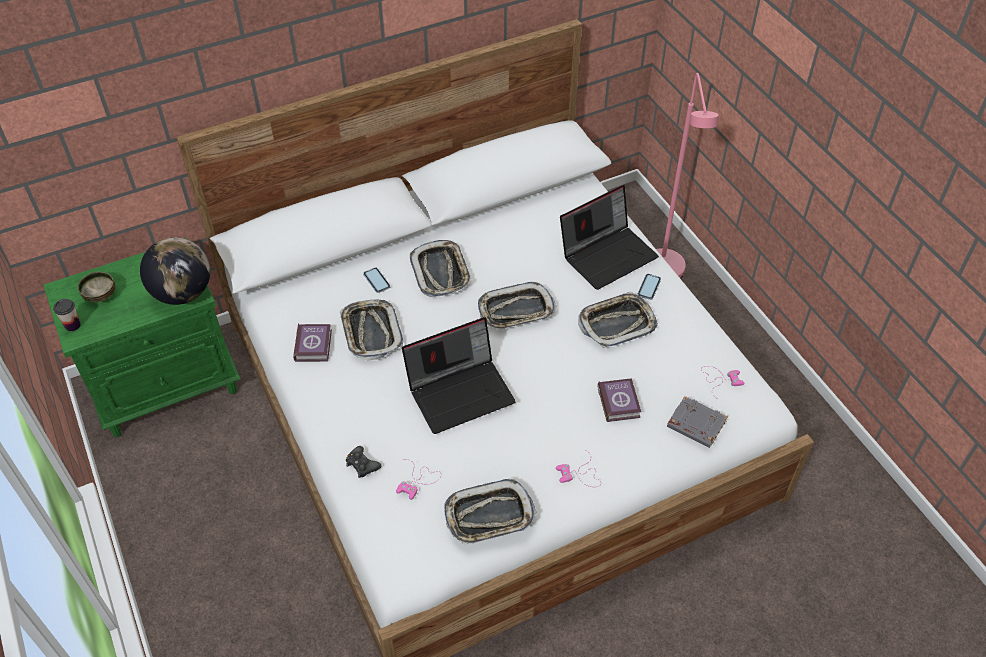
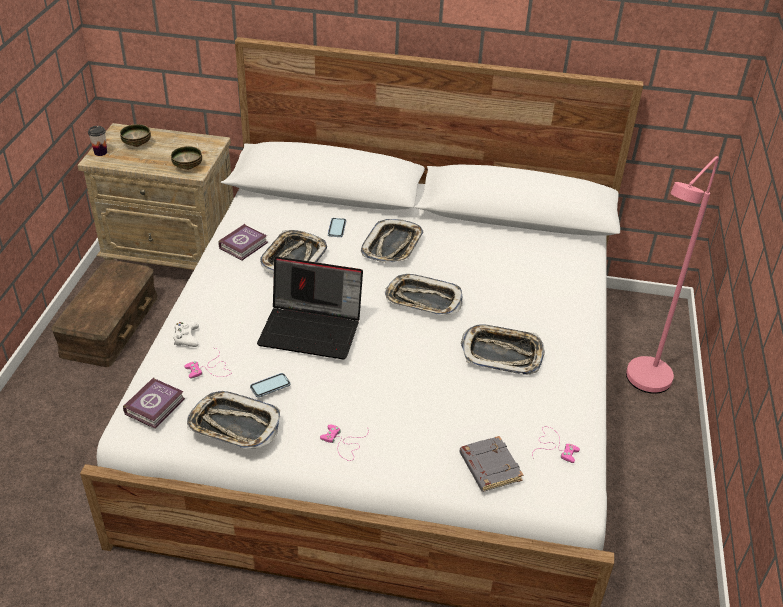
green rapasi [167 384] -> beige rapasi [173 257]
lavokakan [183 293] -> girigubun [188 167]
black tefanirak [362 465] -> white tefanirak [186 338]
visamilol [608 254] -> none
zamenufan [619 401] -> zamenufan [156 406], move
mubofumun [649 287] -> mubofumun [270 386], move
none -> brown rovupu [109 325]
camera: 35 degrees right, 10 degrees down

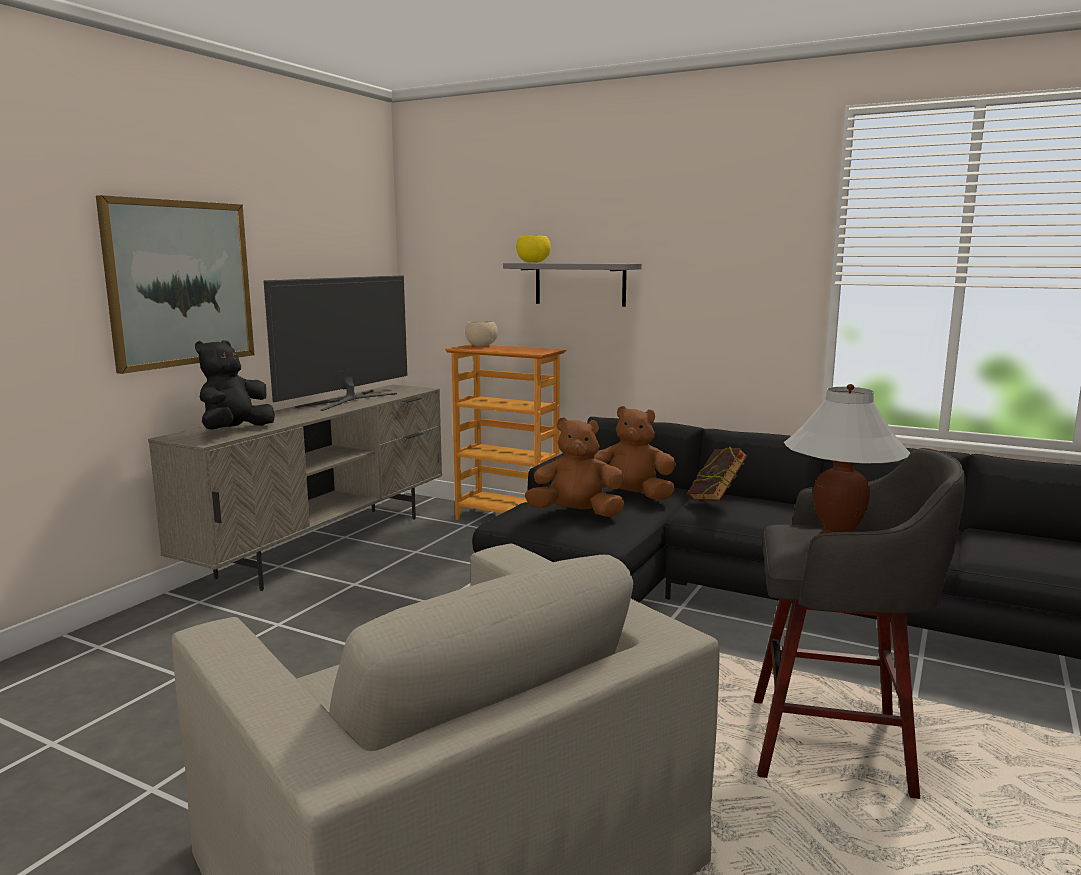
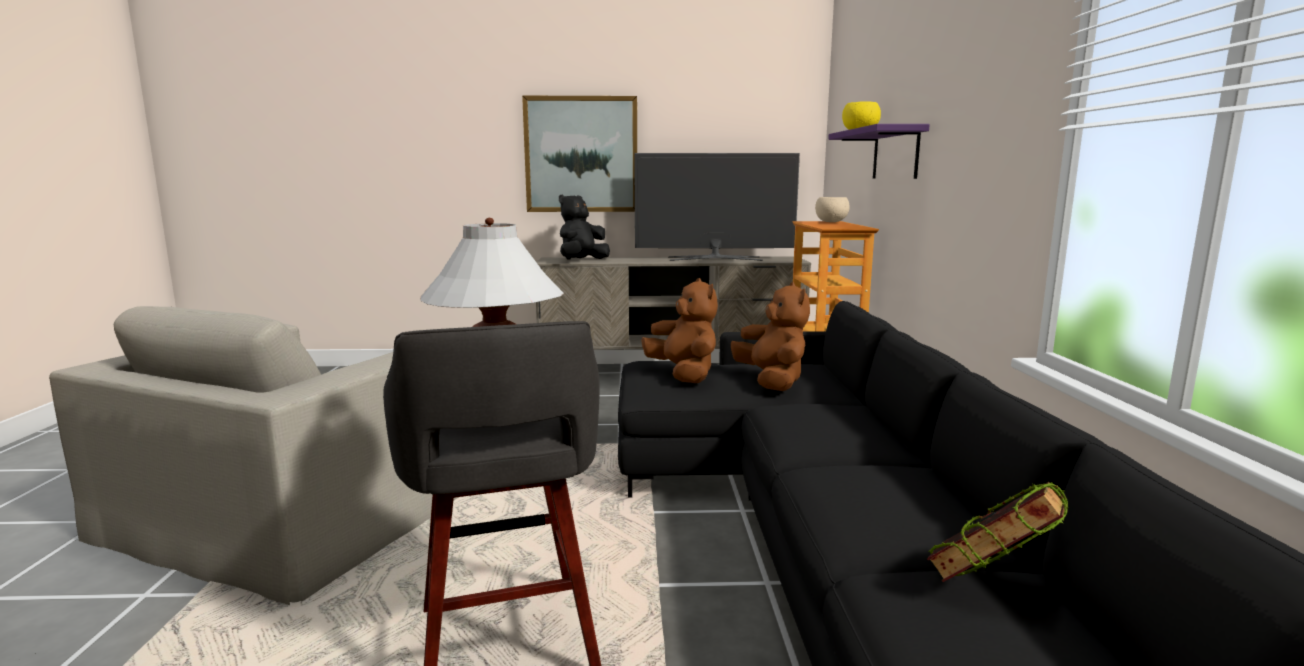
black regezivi [235 431] -> black regezivi [582 260], 45 degrees counterclockwise
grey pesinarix [580 284] -> purple pesinarix [895 154]
zamenufan [715 501] -> zamenufan [990 587], move
camera: 60 degrees right, 0 degrees up

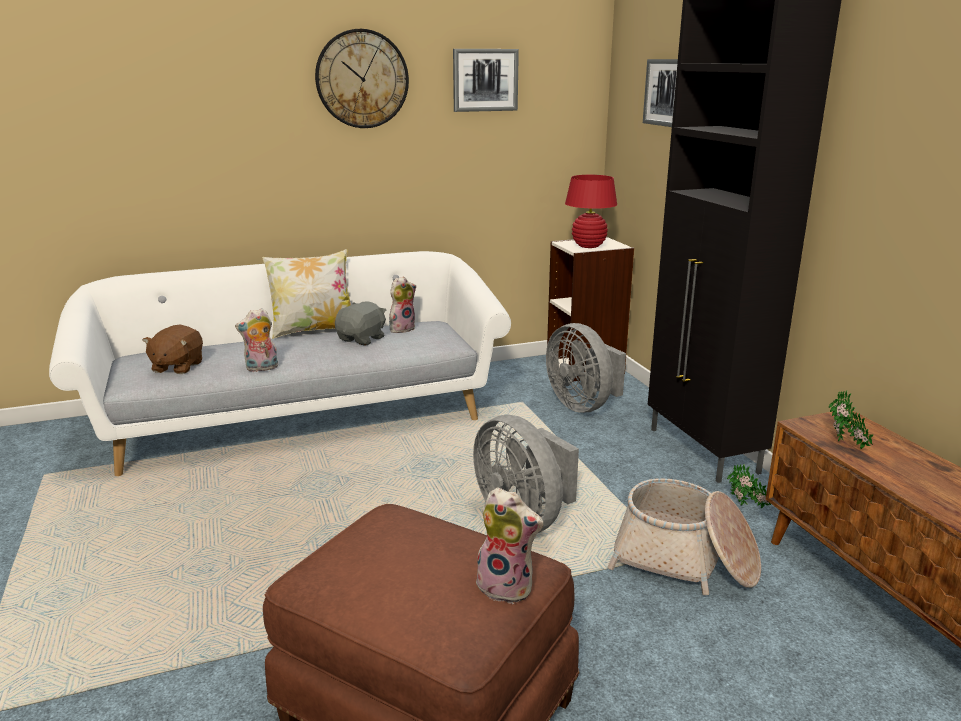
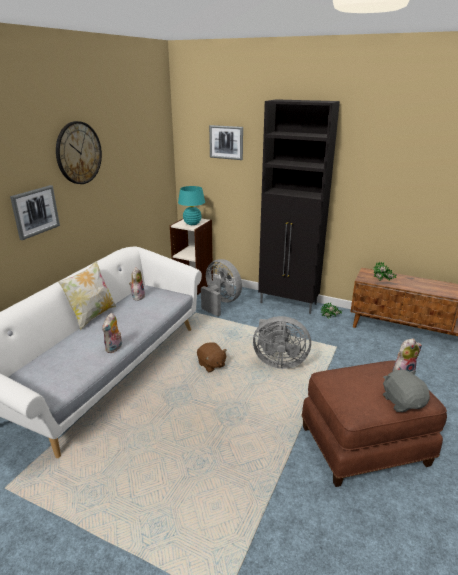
brown regezivi [177 367] -> brown regezivi [211 365], move
grey regezivi [362 339] -> grey regezivi [402 402], move
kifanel [485 80] -> kifanel [35 211], move
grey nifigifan [583 405] -> grey nifigifan [220 303], 150 degrees counterclockwise
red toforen [588 246] -> turquoise toforen [192 223]
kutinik [685 560] -> none
camera: 45 degrees left, 5 degrees up

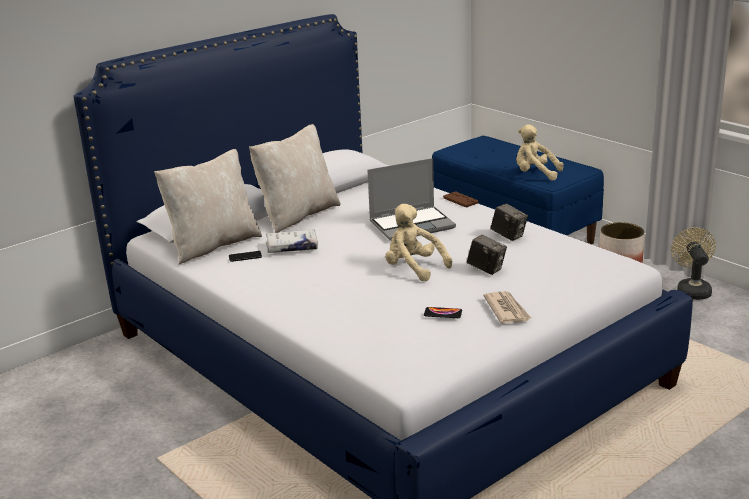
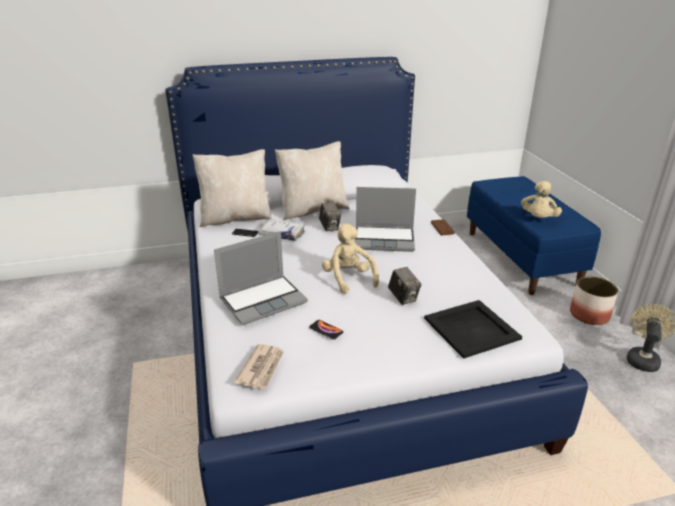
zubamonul [507 310] -> zubamonul [262 368], move
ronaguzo [508 236] -> ronaguzo [329 227], move
beige regezivi [535 174] -> beige regezivi [538 219], 120 degrees counterclockwise
none -> visamilol [263 300]
none -> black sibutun [472 328]
camera: 25 degrees right, 5 degrees up

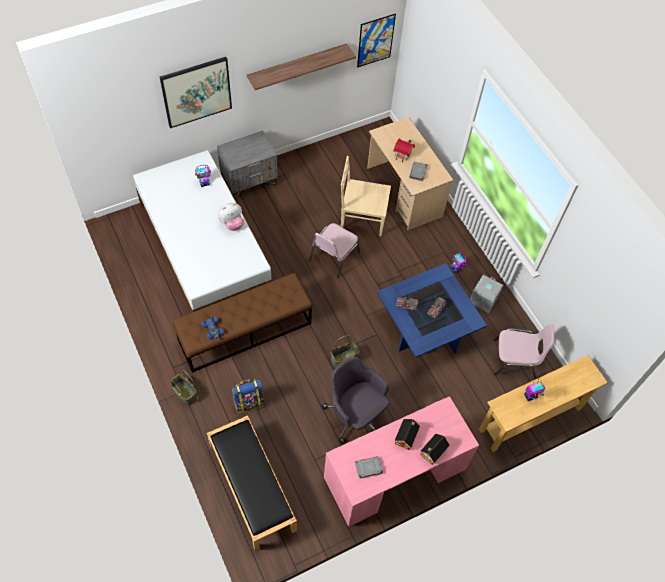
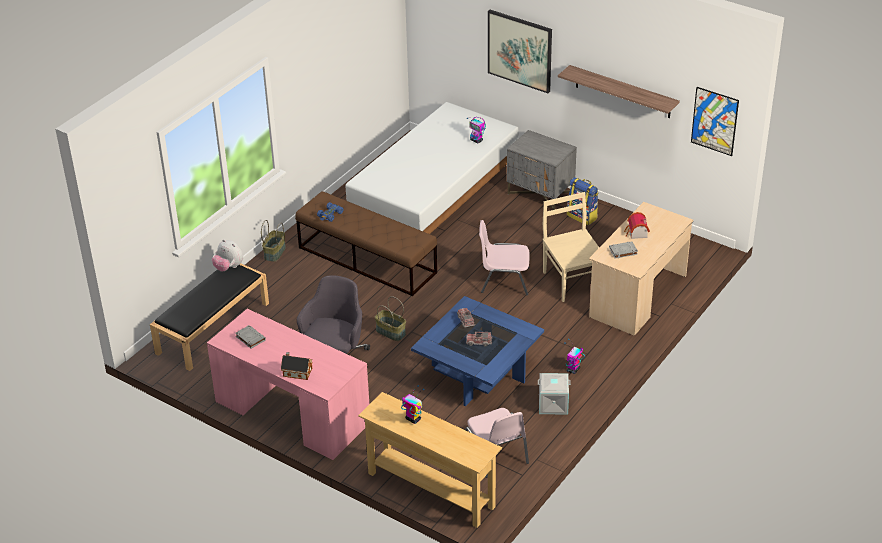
regezivi [232 224] -> regezivi [228 267], move
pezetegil [249 402] -> pezetegil [582 216], move
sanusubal [406 436] -> none
camera: 65 degrees right, 20 degrees down

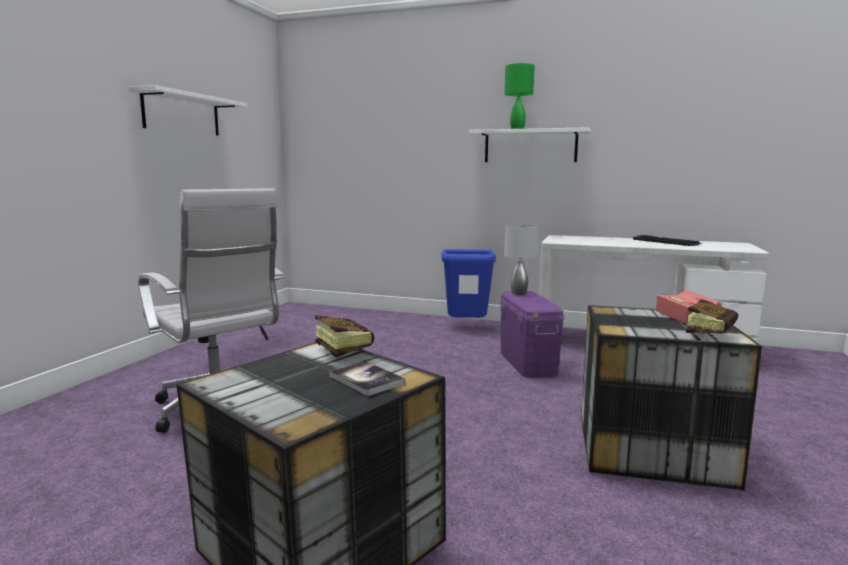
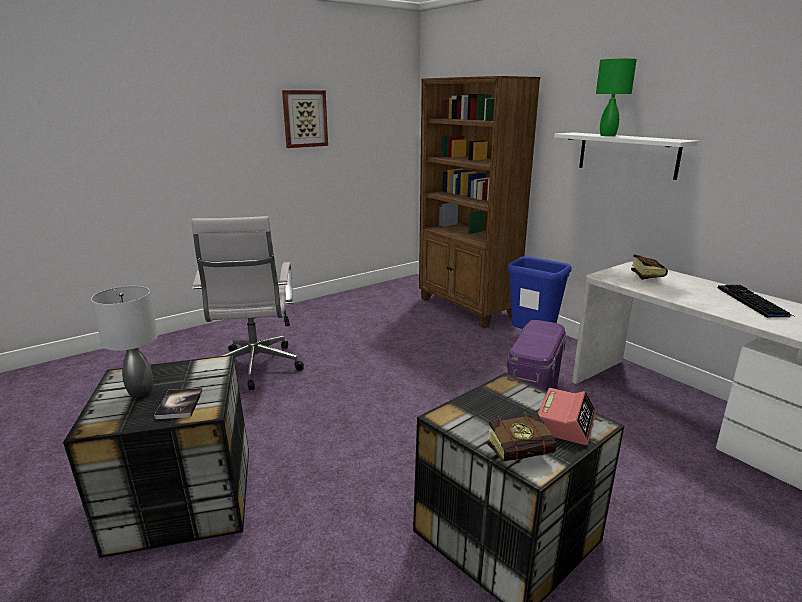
white pesinarix [182 114] -> kifanel [305 119]
zamenufan [340 350] -> zamenufan [645 276], move
grey toforen [519 293] -> grey toforen [141 392], move
none -> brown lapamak [467 308]
camera: 35 degrees right, 10 degrees up

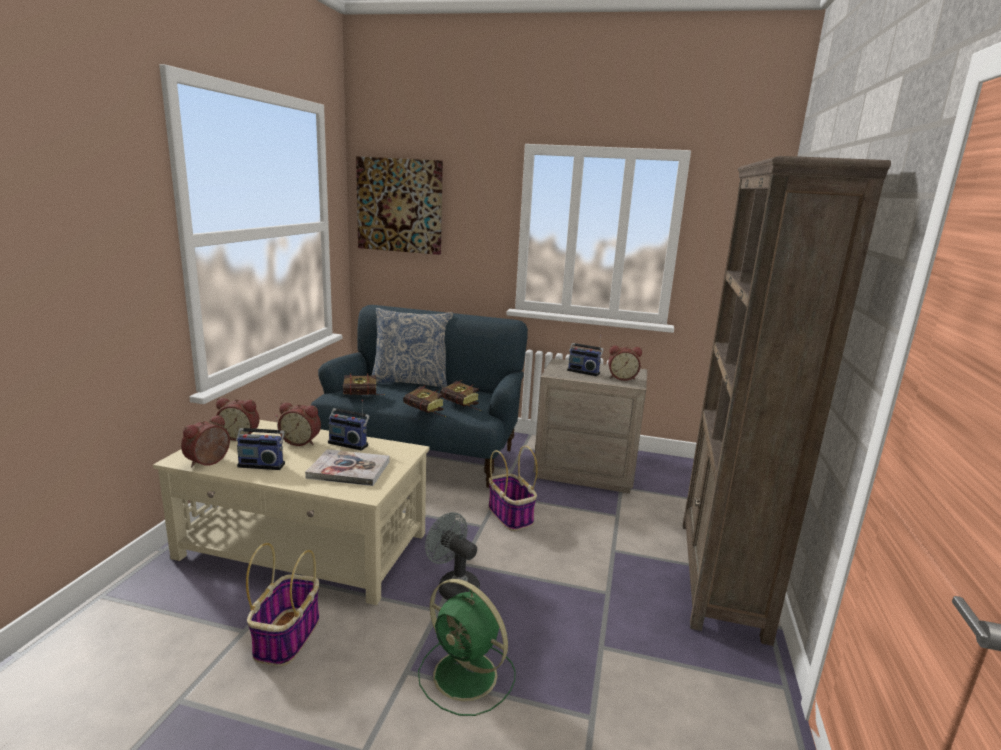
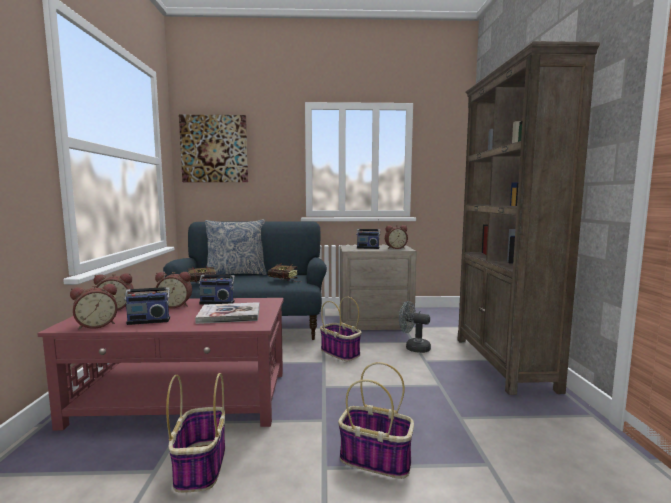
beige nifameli [305 546] -> red nifameli [184 398]
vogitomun [209 462] -> vogitomun [97 325], 135 degrees counterclockwise
zamenufan [426 412] -> none
green nifigifan [467 676] -> kutinik [377 459]
grey nifigifan [453 587] -> grey nifigifan [413 348], move
camera: 15 degrees left, 10 degrees down

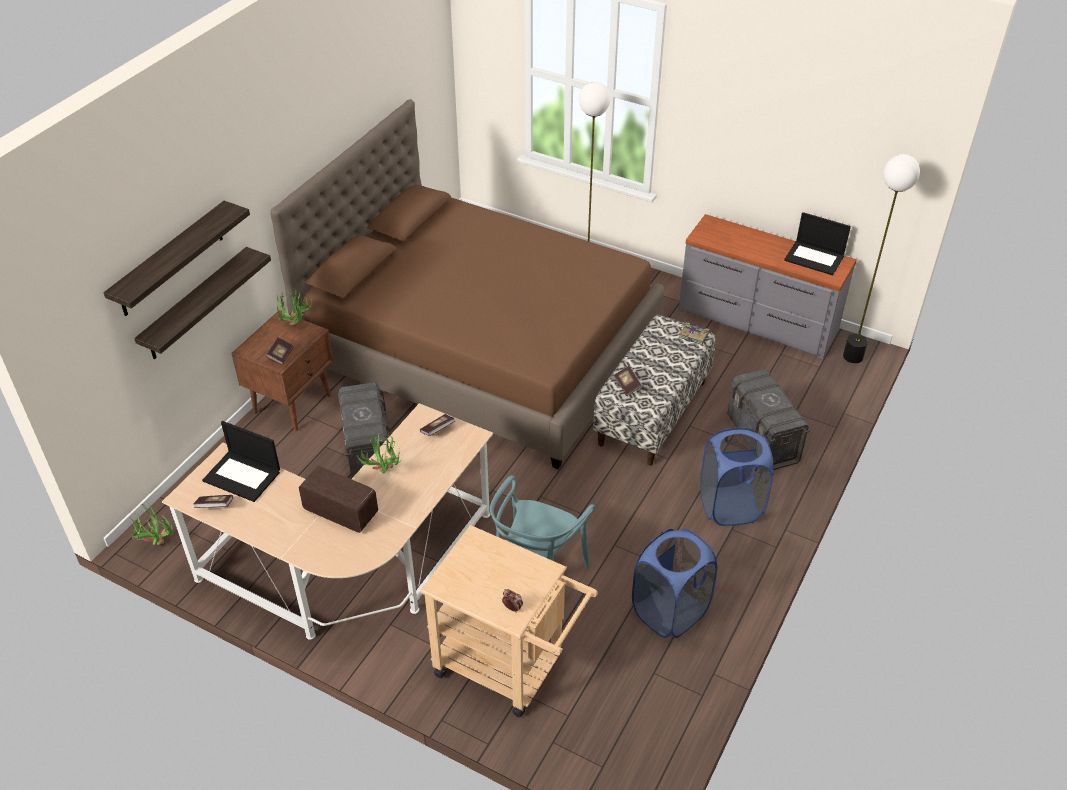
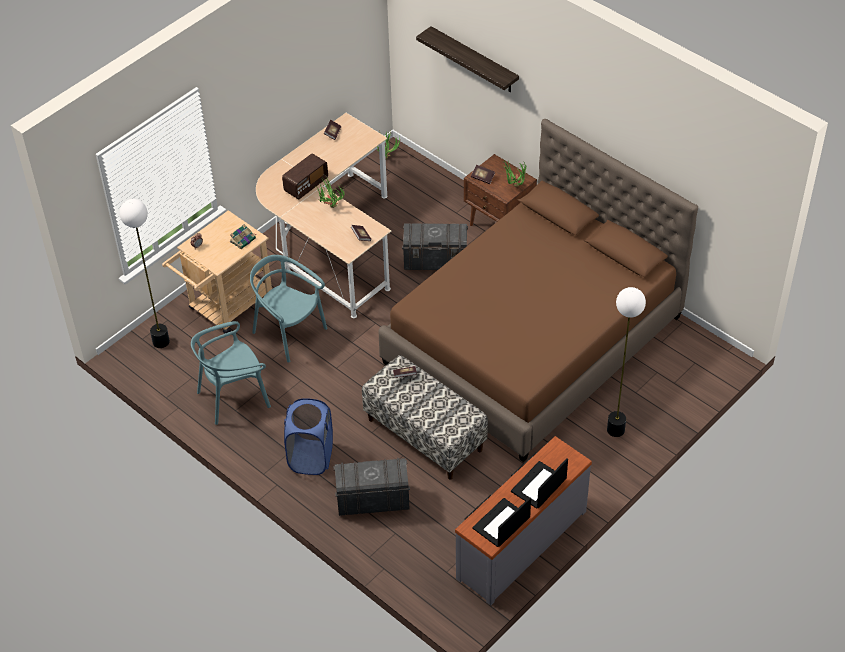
pesinarix [196 304] -> none
visamilol [243 476] -> visamilol [539 486], move
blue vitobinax [670 611] -> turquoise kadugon [233 397]
zamenufan [693 335] -> zamenufan [243 240], move
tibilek [852 356] -> tibilek [161 341], move
camera: 105 degrees right, 5 degrees up

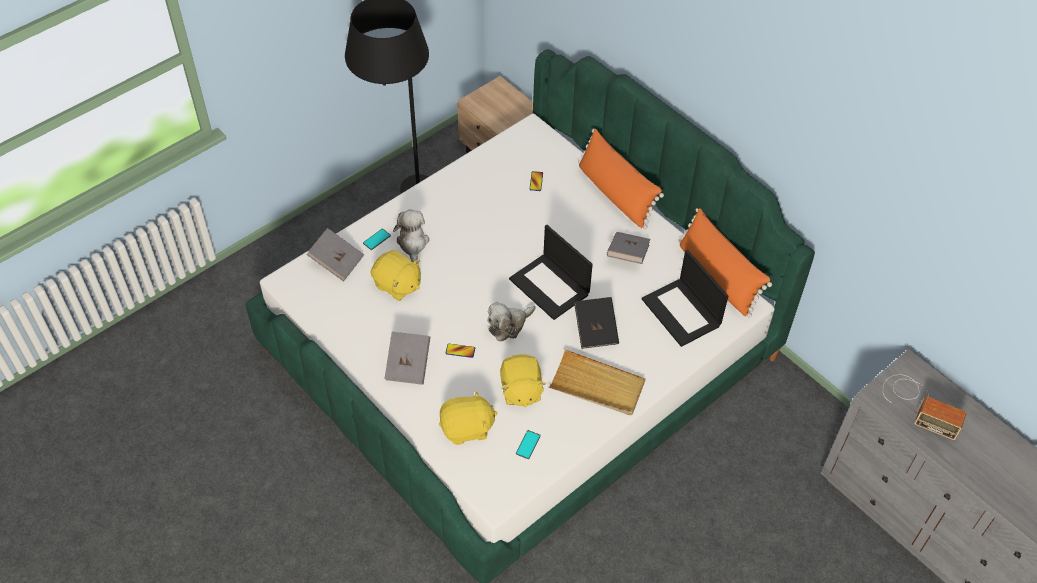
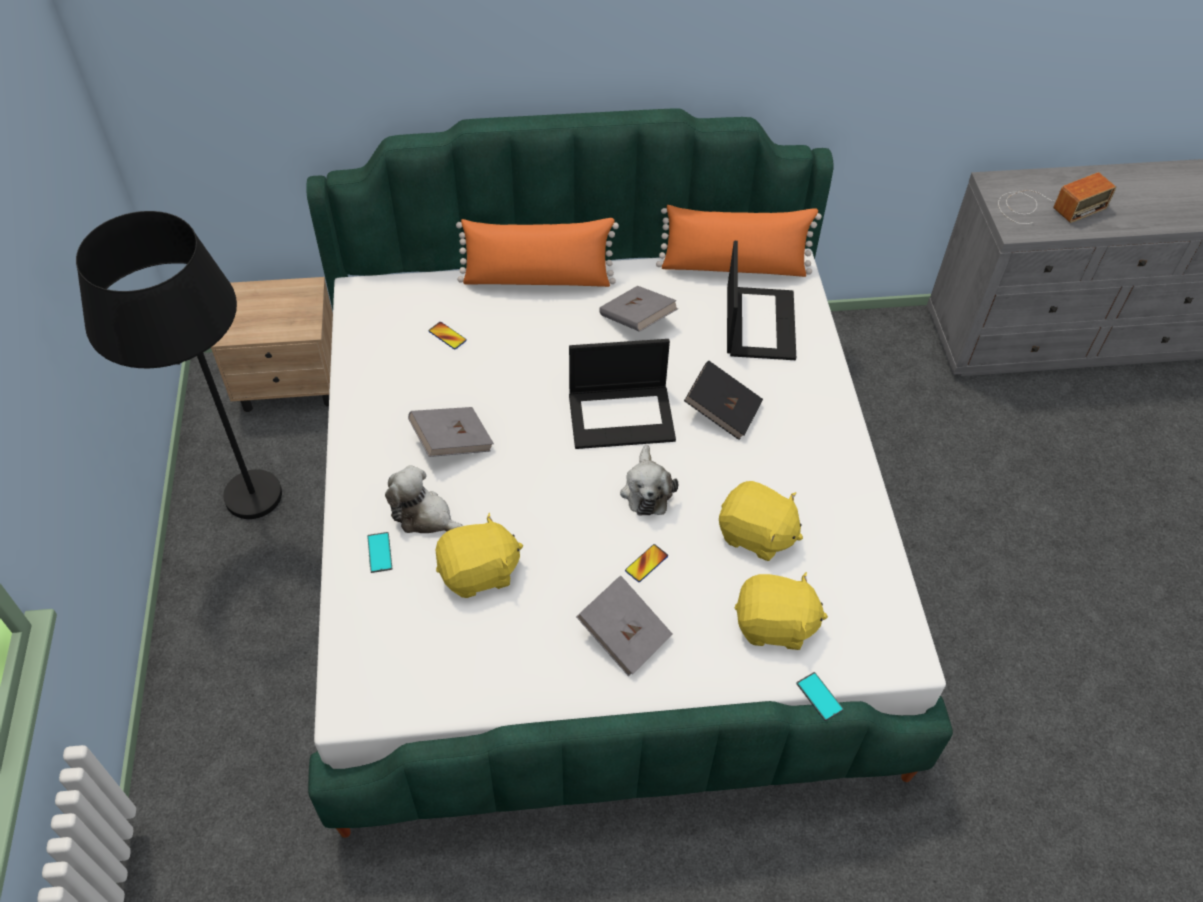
grey zamenufan [337 262] -> grey zamenufan [452 442], move
yellow regezivi [467 428] -> yellow regezivi [774 625], 75 degrees clockwise
mubofumun [528 445] -> mubofumun [819 696], move
beige sibutun [597 386] -> none
visamilol [682 312] -> visamilol [759 323], 90 degrees counterclockwise
camera: 55 degrees left, 0 degrees up

